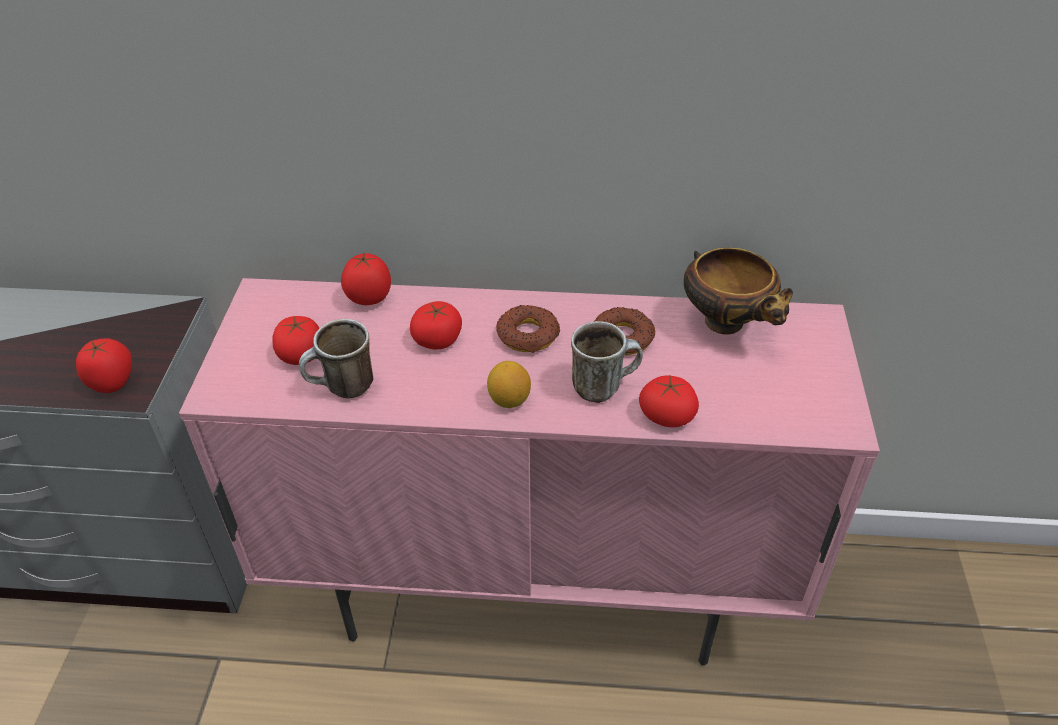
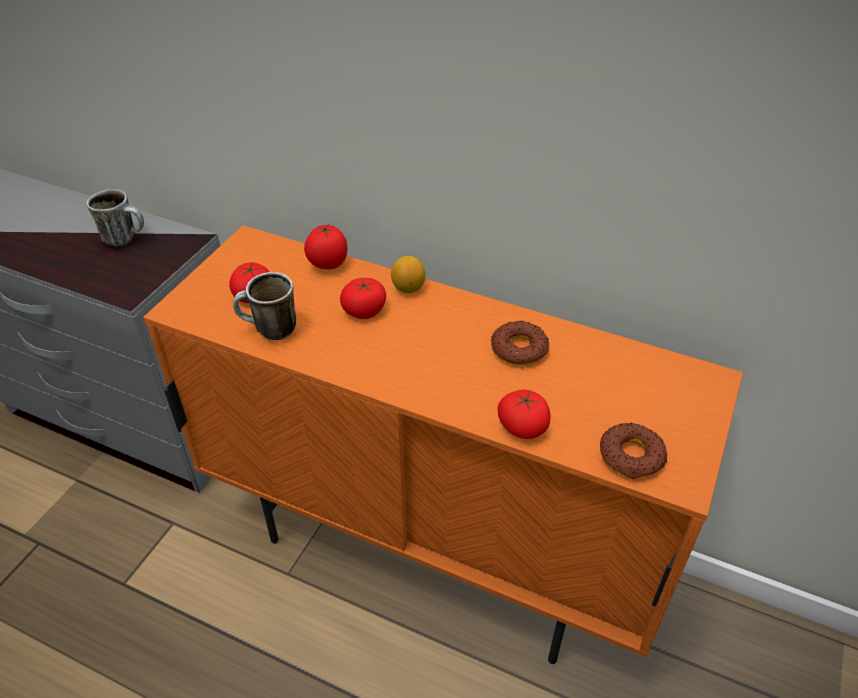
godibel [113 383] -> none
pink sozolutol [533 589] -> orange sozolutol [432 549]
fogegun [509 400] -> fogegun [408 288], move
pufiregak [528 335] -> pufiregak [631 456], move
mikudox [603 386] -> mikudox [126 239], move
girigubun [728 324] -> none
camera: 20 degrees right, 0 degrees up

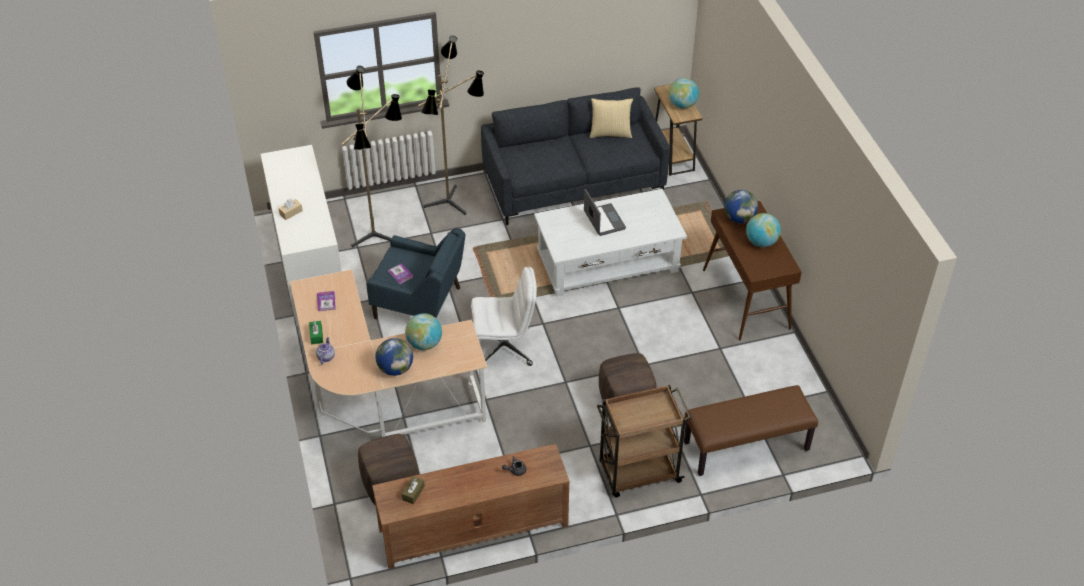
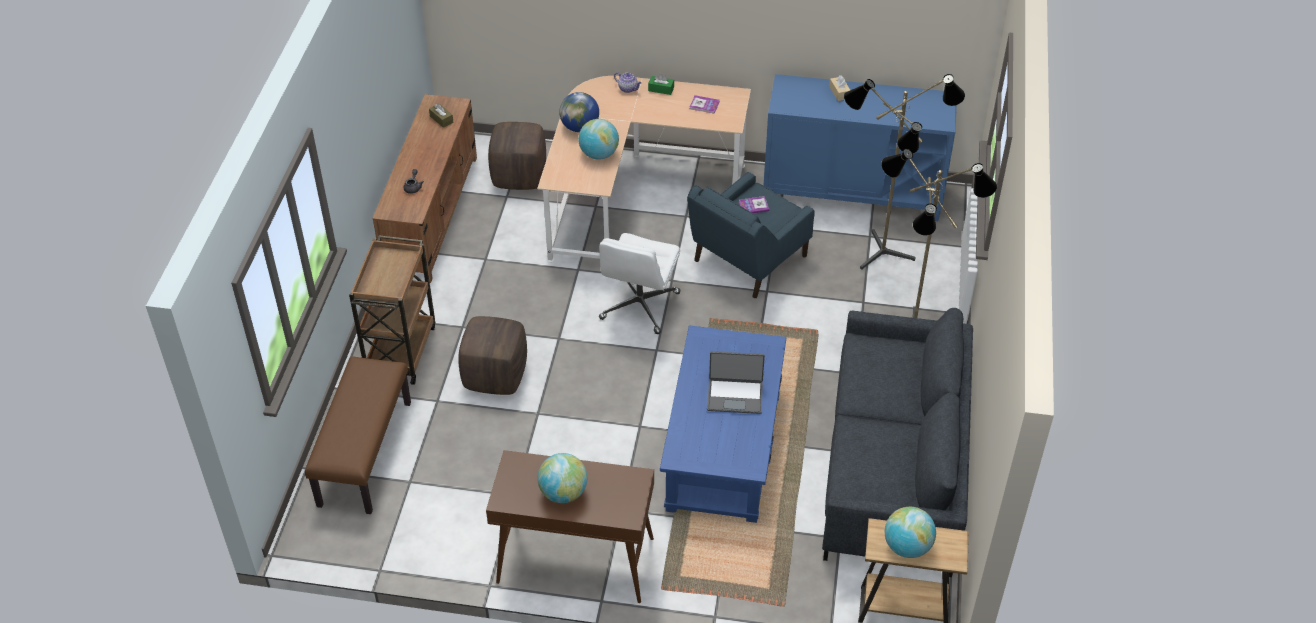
white sozolutol [309 269] -> blue sozolutol [852 191]
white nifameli [608 262] -> blue nifameli [722 447]
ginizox [610 133] -> none
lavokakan [739 218] -> none
camera: 115 degrees right, 0 degrees up

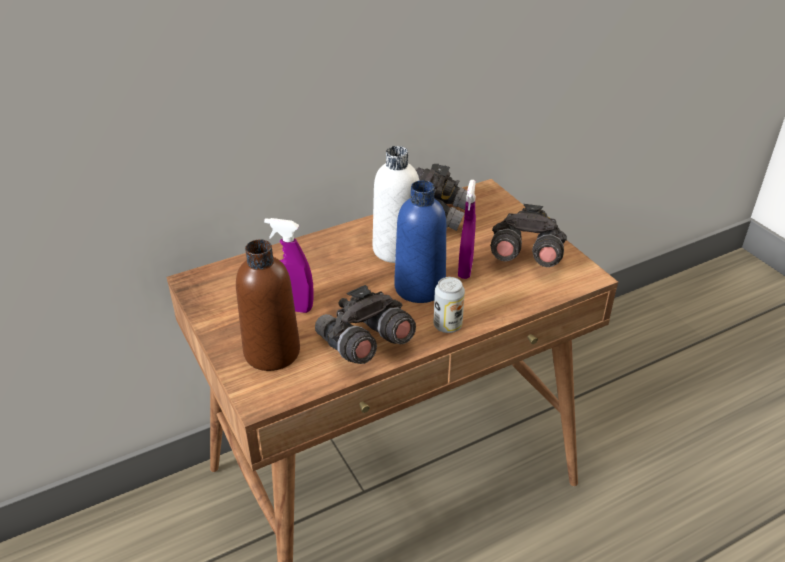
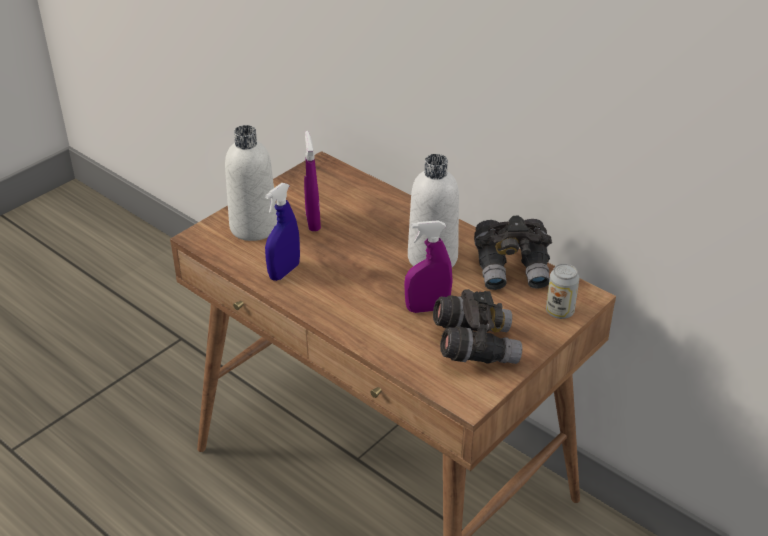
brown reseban [272 352] -> white reseban [254 227]
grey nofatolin [364 345] -> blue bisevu [284 271]
blue reseban [419 288] -> none
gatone [447 325] -> gatone [559 311], move
camera: 70 degrees right, 0 degrees up

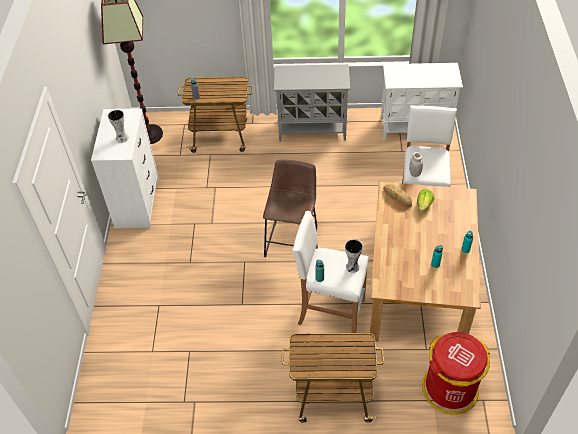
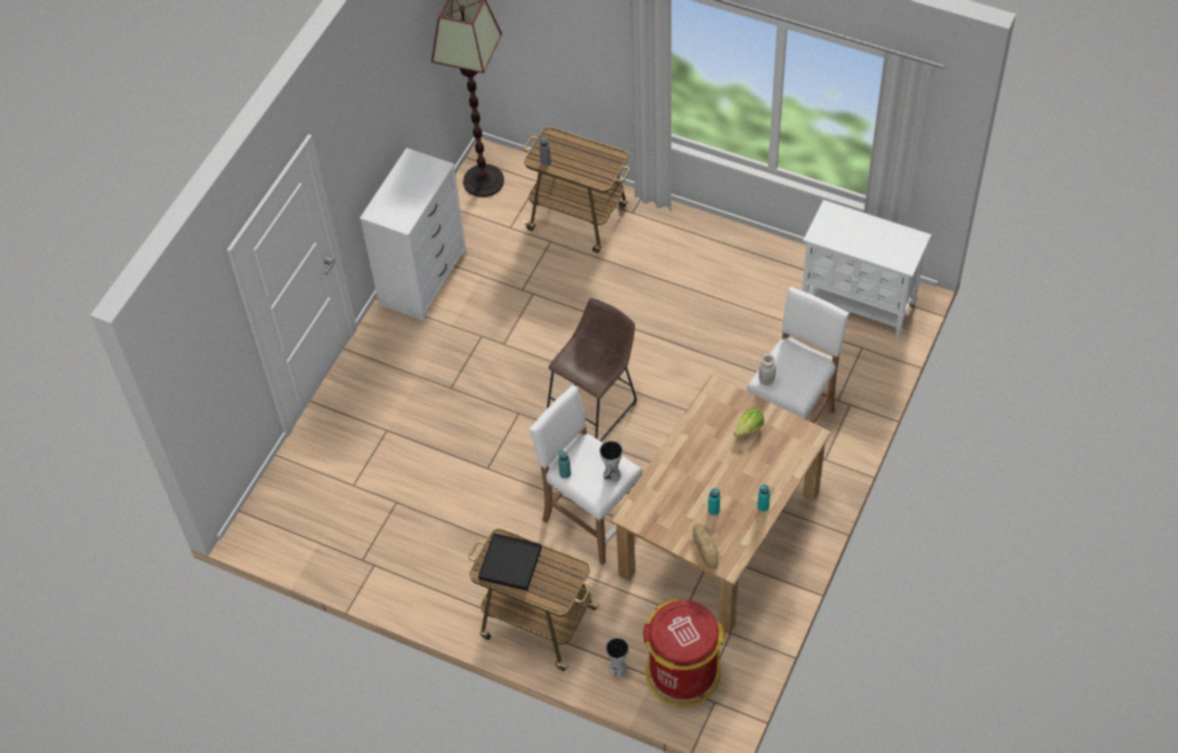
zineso [121 138] -> zineso [617 668], move
grey sozolutol [313 129] -> none
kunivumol [397 197] -> kunivumol [705 547], move
none -> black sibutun [510 563]
camera: 25 degrees right, 5 degrees up

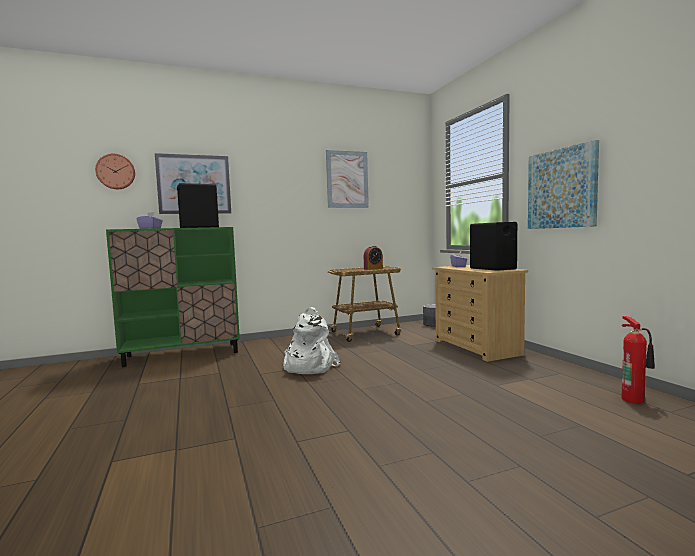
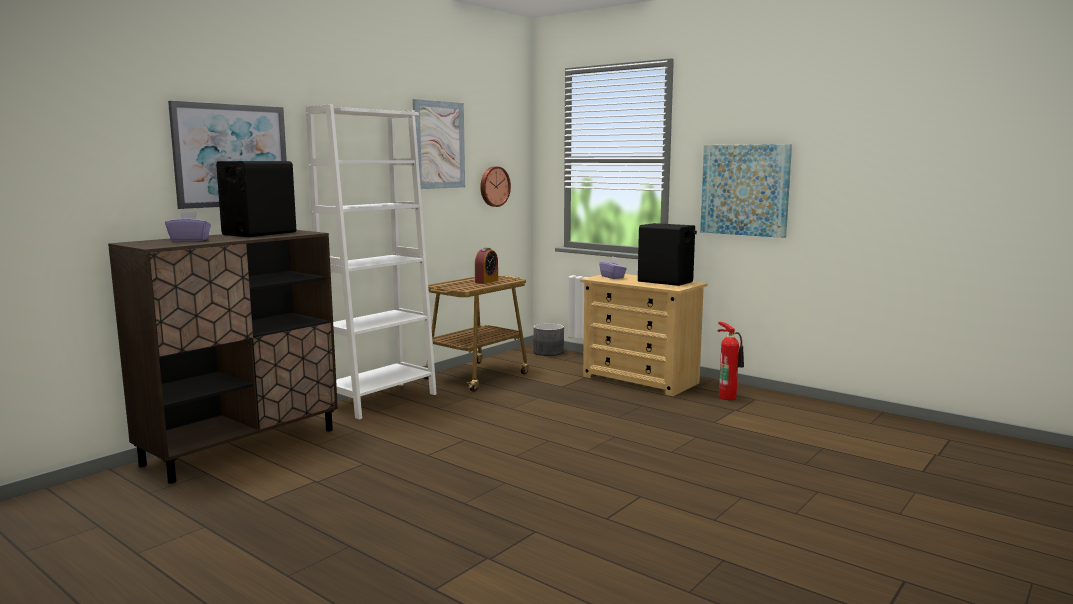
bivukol [116 172] -> bivukol [493 186], move
green sozolutol [183 354] -> brown sozolutol [242 446]
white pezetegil [308 367] -> none
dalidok [633 399] -> dalidok [728 397], move
none -> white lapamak [380 400]
camera: 30 degrees left, 5 degrees up

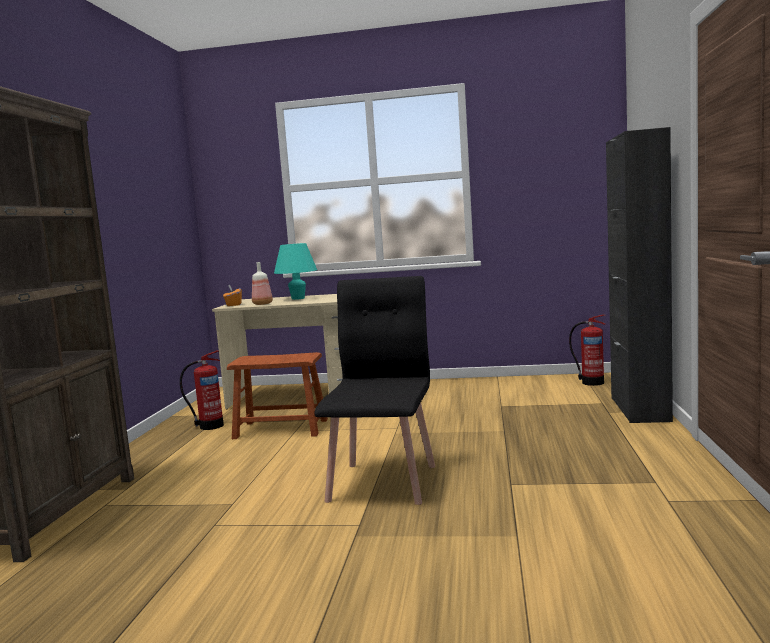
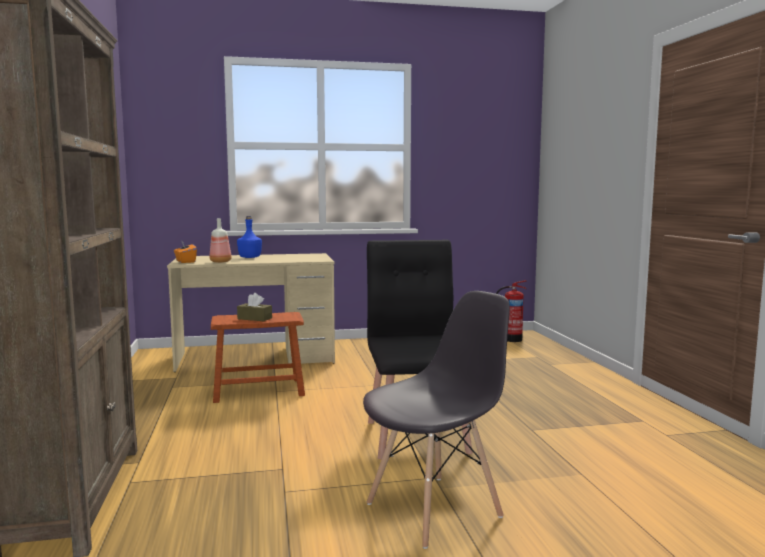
dalidok [209 426] -> none
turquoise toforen [298 298] -> blue reseban [250 257]
black sozolutol [639 409] -> none
none -> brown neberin [254 318]
none -> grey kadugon [435 509]
camera: 20 degrees left, 0 degrees up

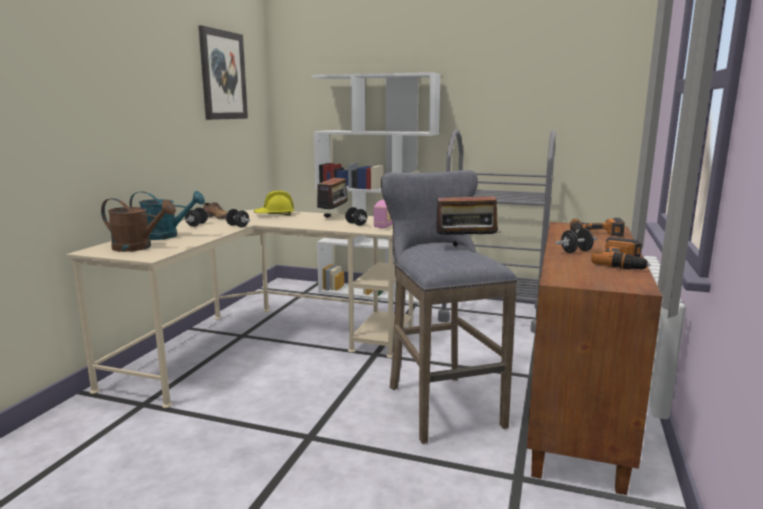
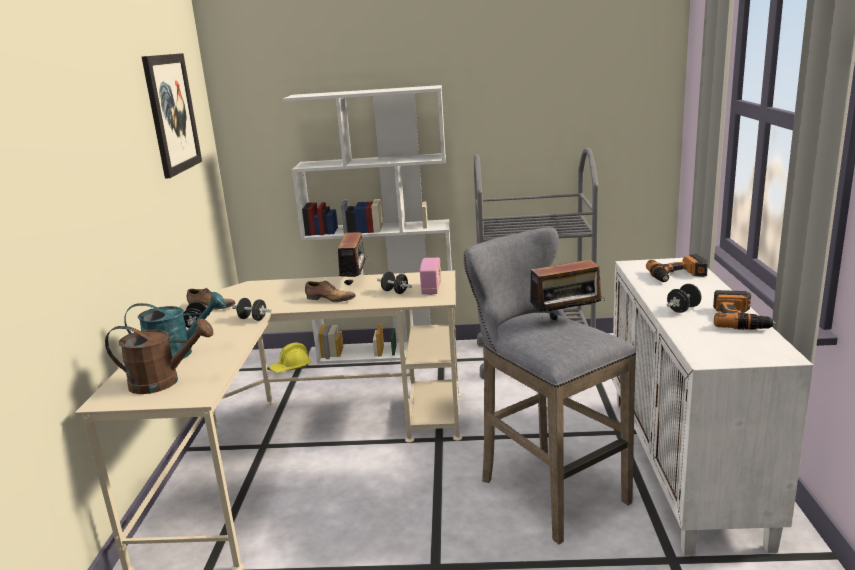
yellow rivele [274 215] -> yellow rivele [291 368], move
brown sozolutol [577 412] -> white sozolutol [685 467]
none -> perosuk [330 299]
camera: 15 degrees left, 5 degrees up

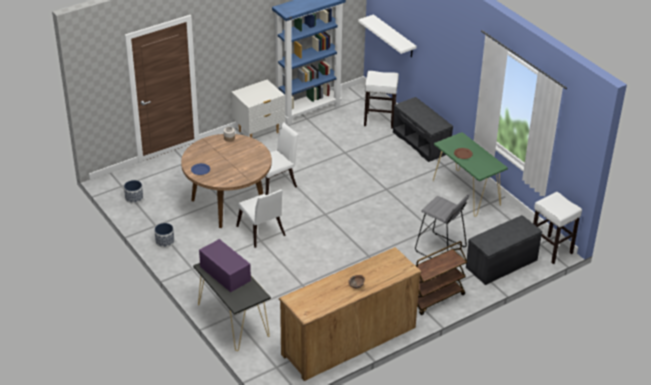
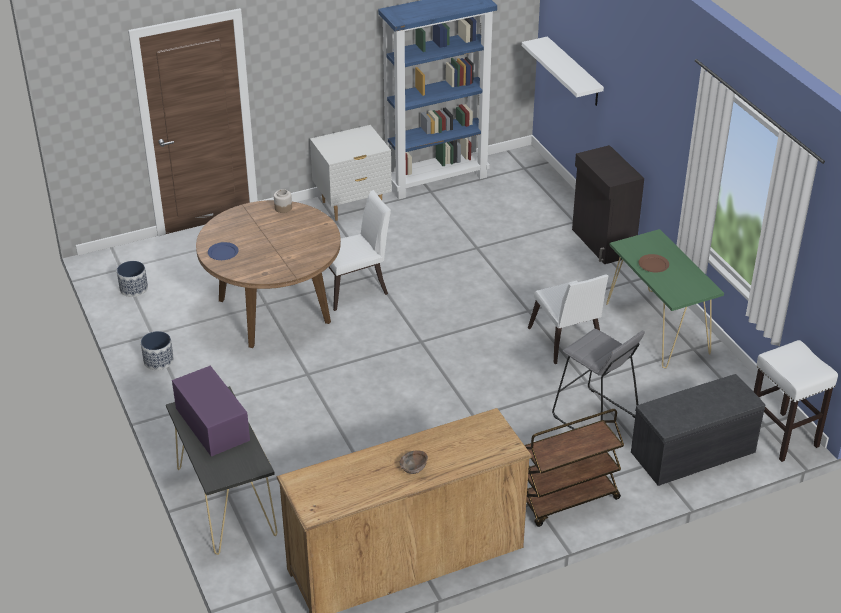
white kadugon [261 233] -> white kadugon [567 342], move
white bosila [380 120] -> none
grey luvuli [422 142] -> black sozolutol [602 243]
camera: 10 degrees right, 0 degrees up

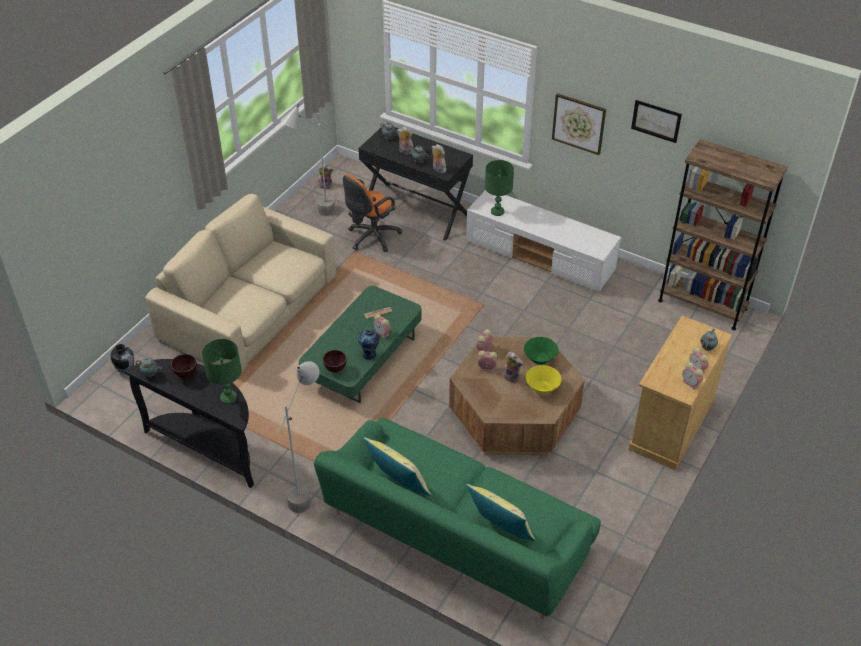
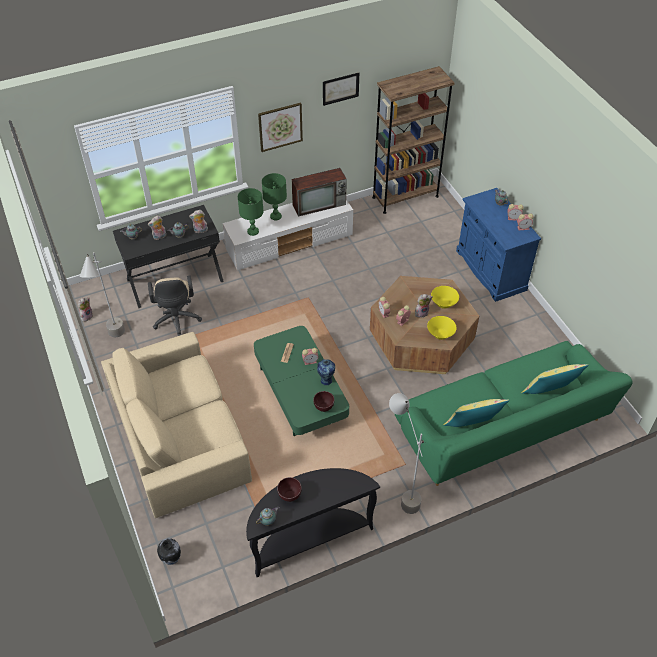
green toforen [229 397] -> green toforen [275 216], move
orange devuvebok [371 238] -> beige devuvebok [177 321]
green girigubun [540 359] -> none
beige sozolutol [671 424] -> blue sozolutol [490 270]
none -> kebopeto [320 204]
none -> yellow girigubun [440 334]
camera: 55 degrees left, 5 degrees up

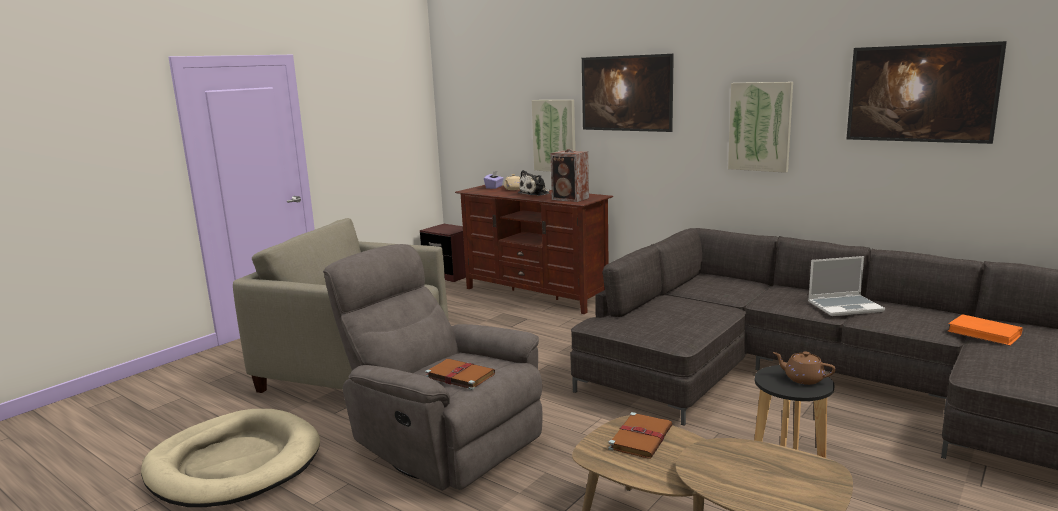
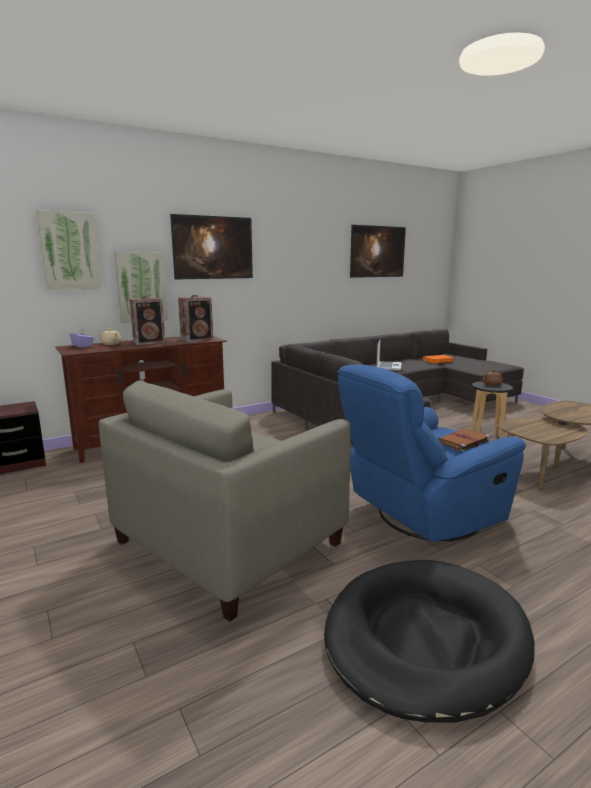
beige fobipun [234 464] -> black fobipun [424 639]
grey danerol [441 443] -> blue danerol [421 516]
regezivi [535 193] -> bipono [150 342]
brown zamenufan [641 437] -> none
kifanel [760 126] -> kifanel [70 251], move
camera: 70 degrees left, 0 degrees up

